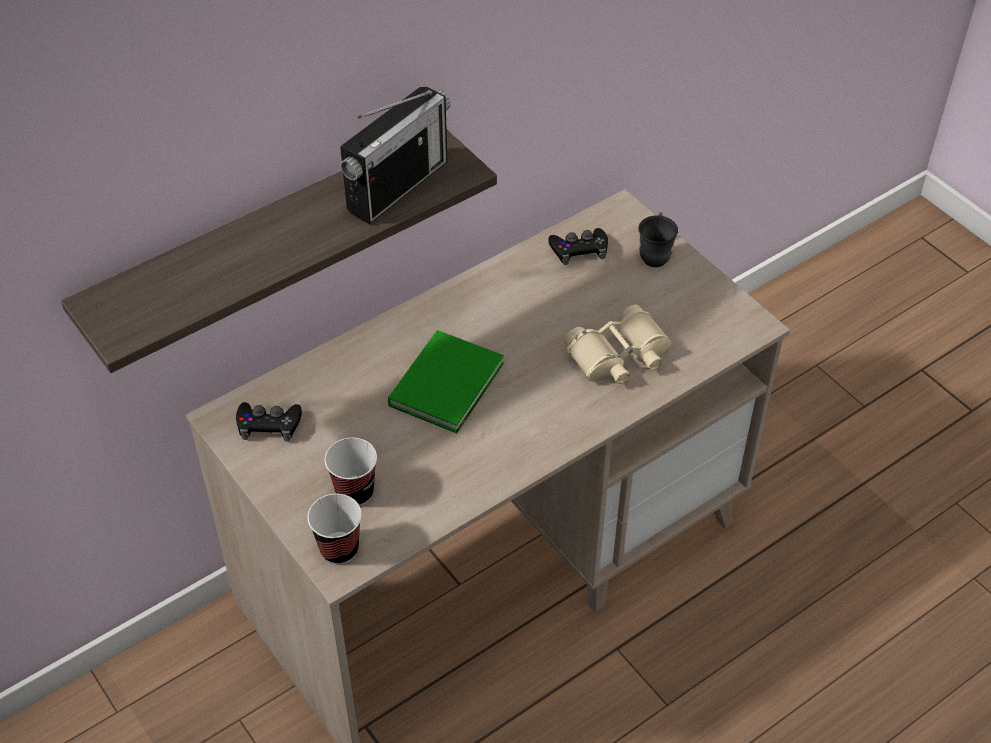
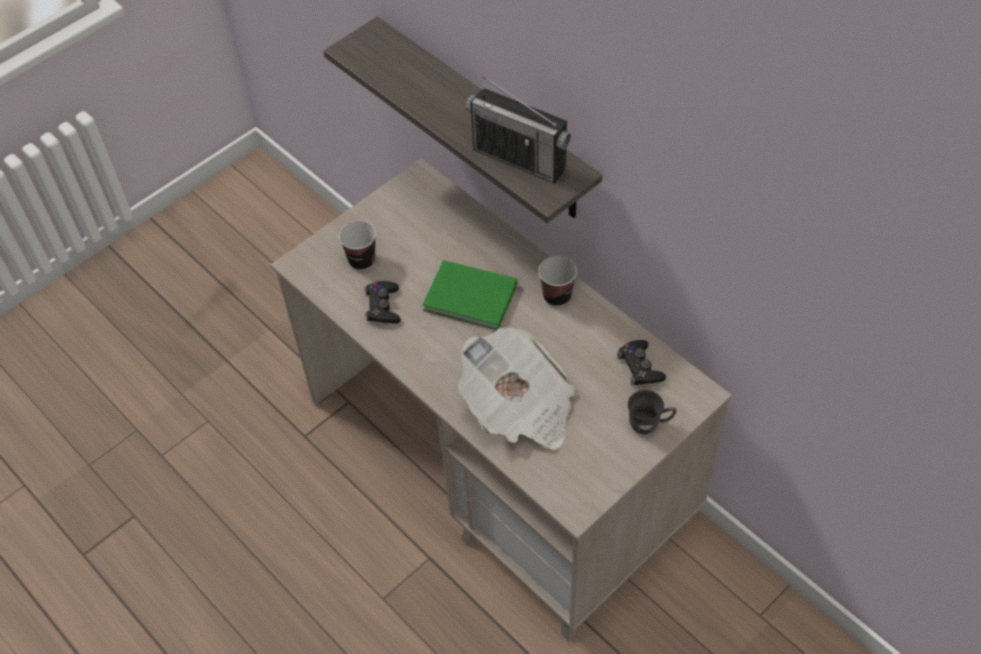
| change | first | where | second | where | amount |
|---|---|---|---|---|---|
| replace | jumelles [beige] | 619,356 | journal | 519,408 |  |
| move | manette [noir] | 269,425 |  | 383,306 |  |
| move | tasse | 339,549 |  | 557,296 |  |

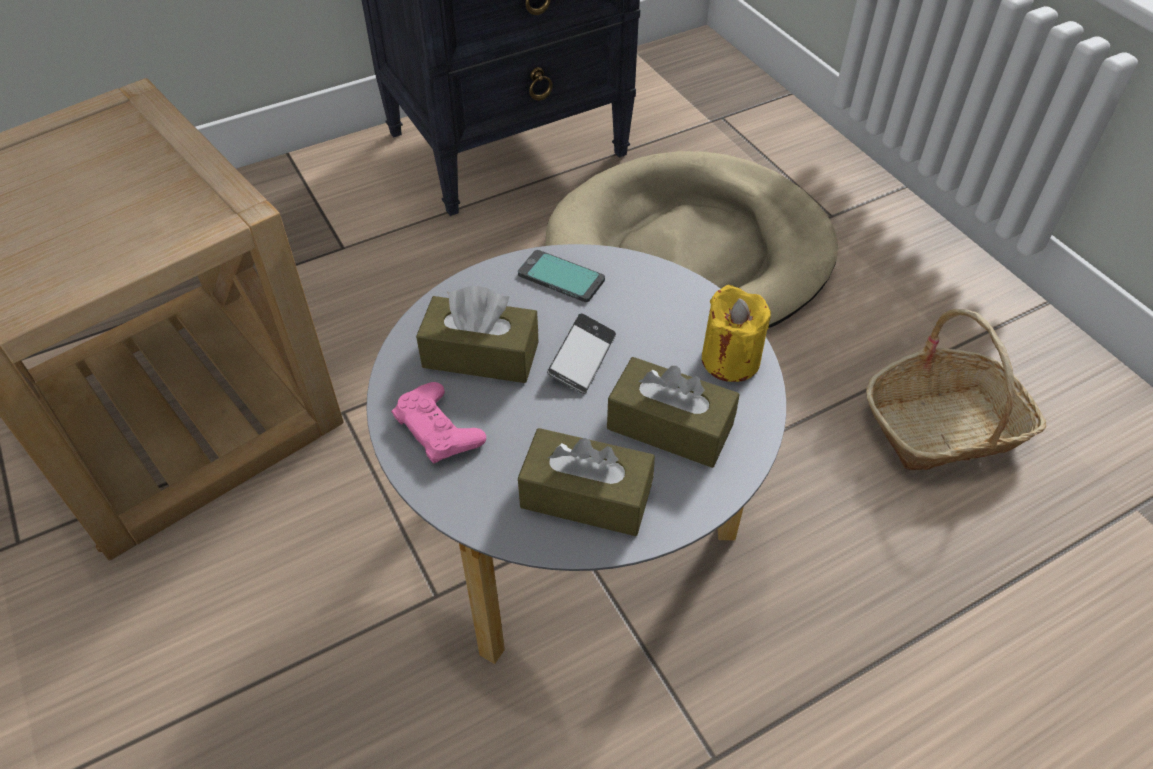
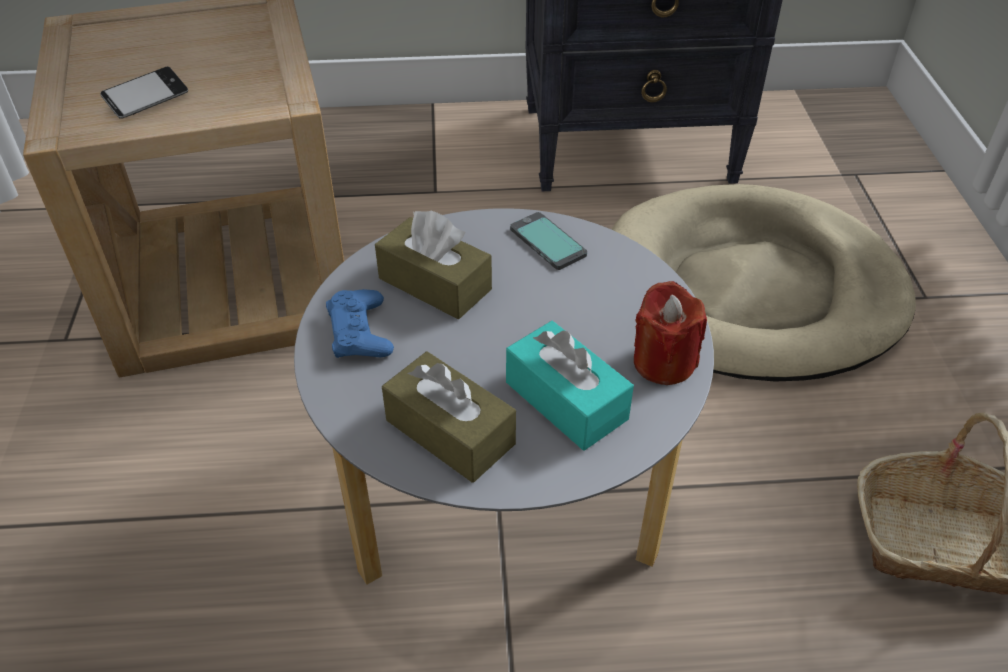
| change | first | where | second | where | amount |
|---|---|---|---|---|---|
| recolor | bougie [jaune] | 730,360 | bougie [rouge] | 663,362 |  |
| move | téléphone | 582,358 |  | 146,99 |  |
| recolor | boîte à mouchoirs [marron] | 670,426 | boîte à mouchoirs [turquoise] | 566,400 |  |
| recolor | manette [rose] | 438,429 | manette [bleu] | 360,332 |  |

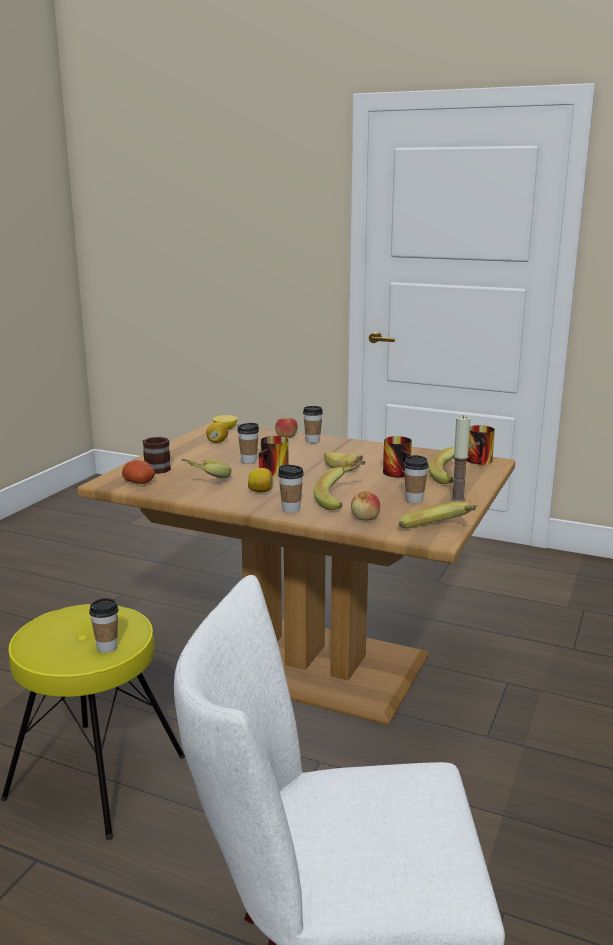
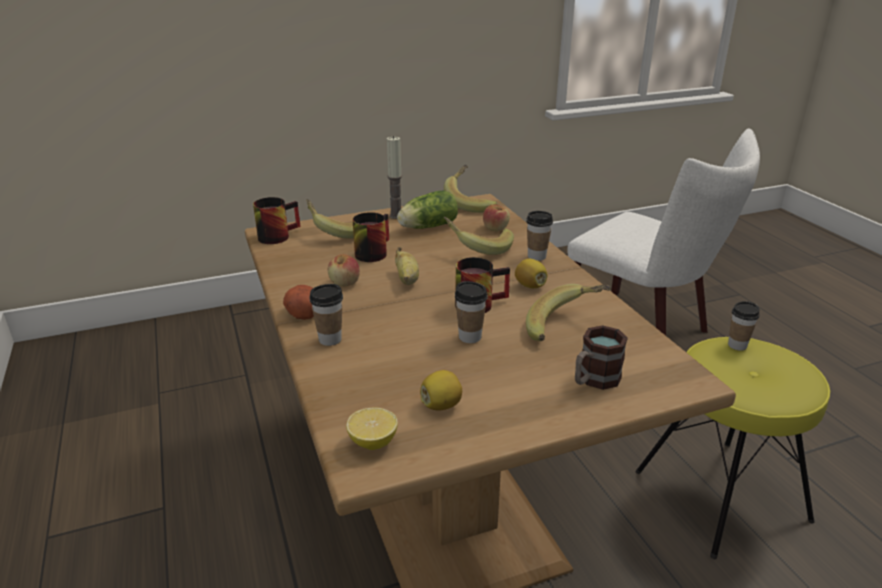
| change | first | where | second | where | amount |
|---|---|---|---|---|---|
| move | pomme | 286,436 |  | 344,283 |  |
| replace | tasse | 414,500 | laitue | 426,227 |  |
| move | pomme de terre | 140,482 |  | 302,312 |  |

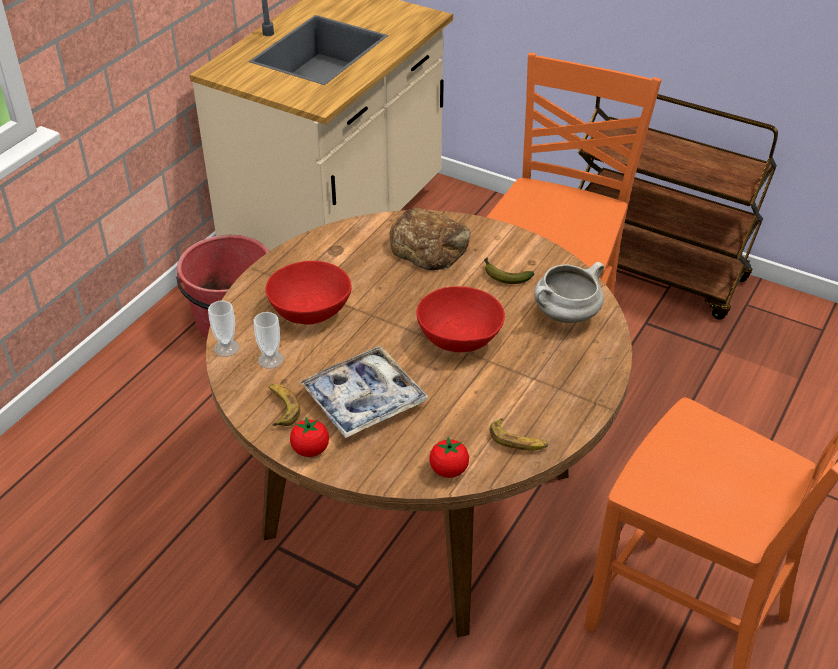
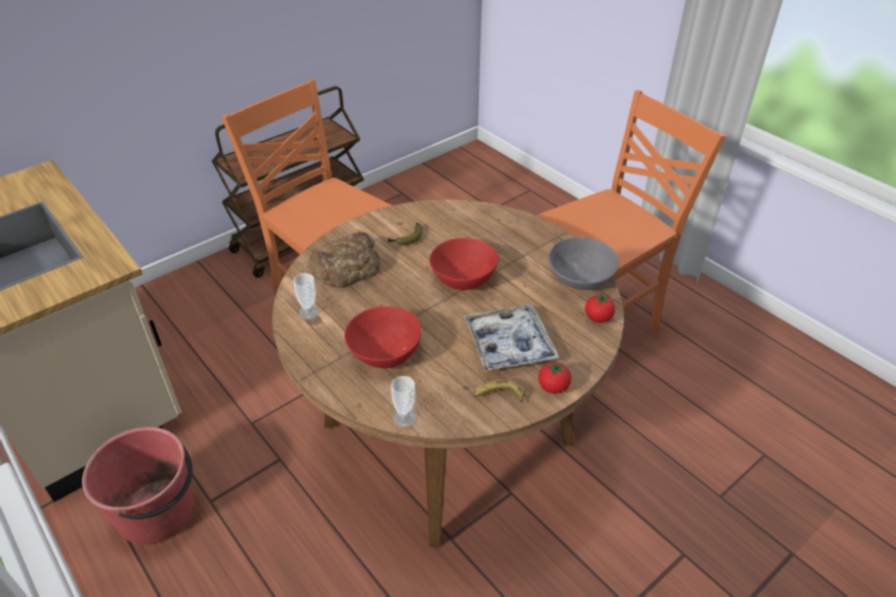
| change | first | where | second | where | amount |
|---|---|---|---|---|---|
| delete | marmite [blanc] | 566,315 |  |  |  |
| move | tasse | 270,359 |  | 309,312 |  |
| replace | banane | 518,441 | bol [gris] | 580,279 |  |

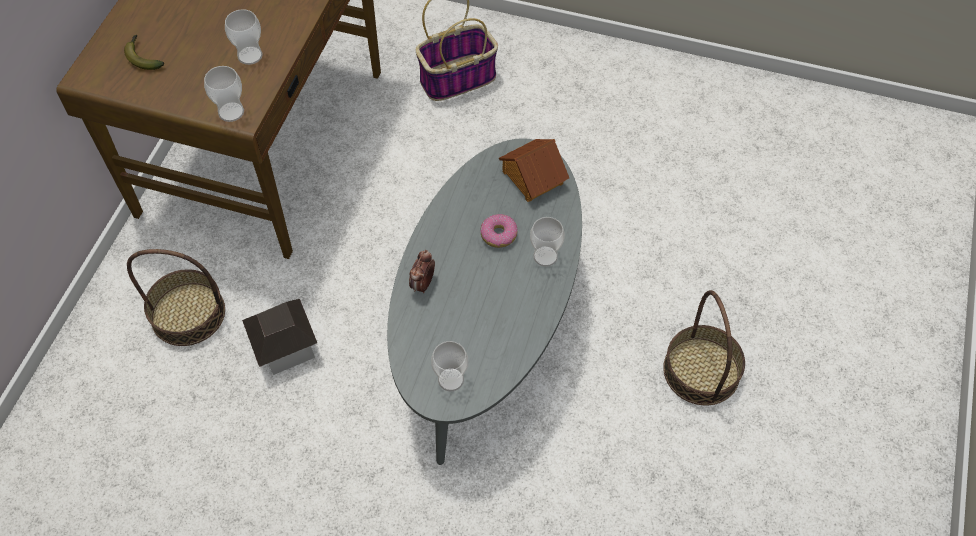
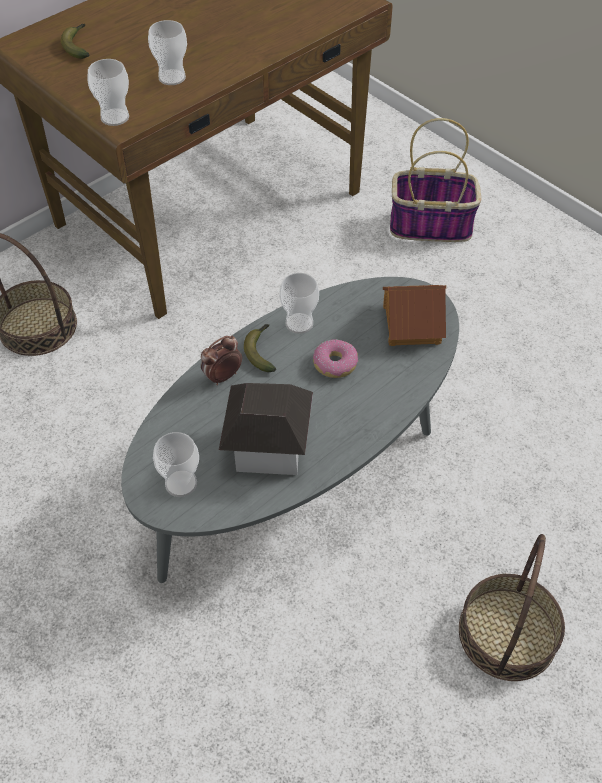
| change | first | where | second | where | amount |
|---|---|---|---|---|---|
| move | tasse | 545,256 |  | 299,323 |  |
| move | maison miniature | 285,348 |  | 268,446 |  |
| insert |  |  | banane | 261,351 |  |

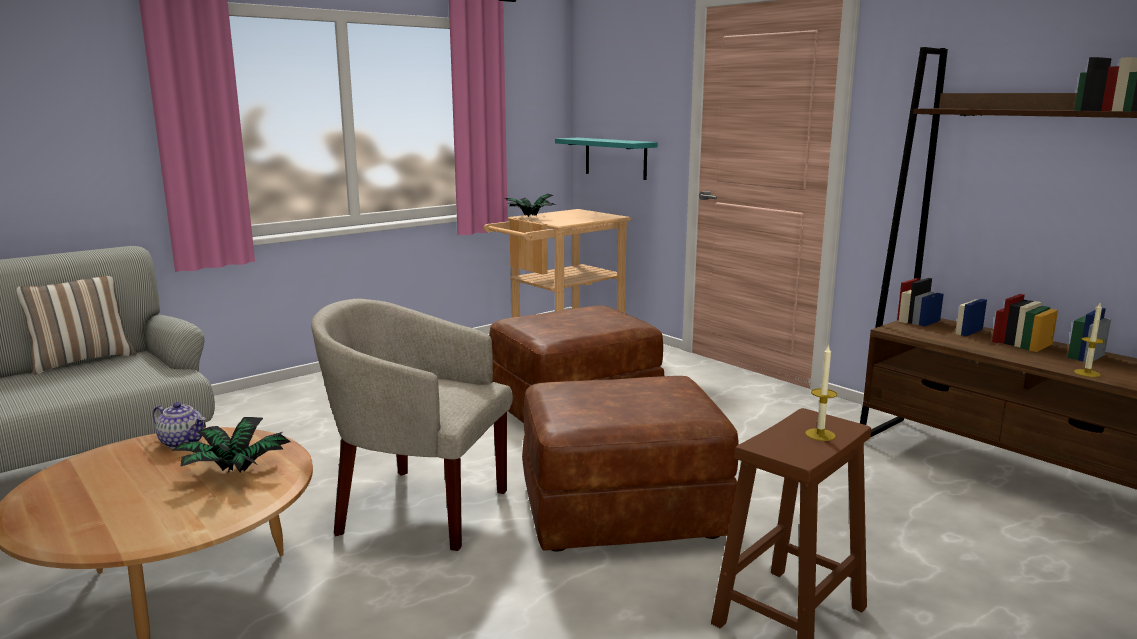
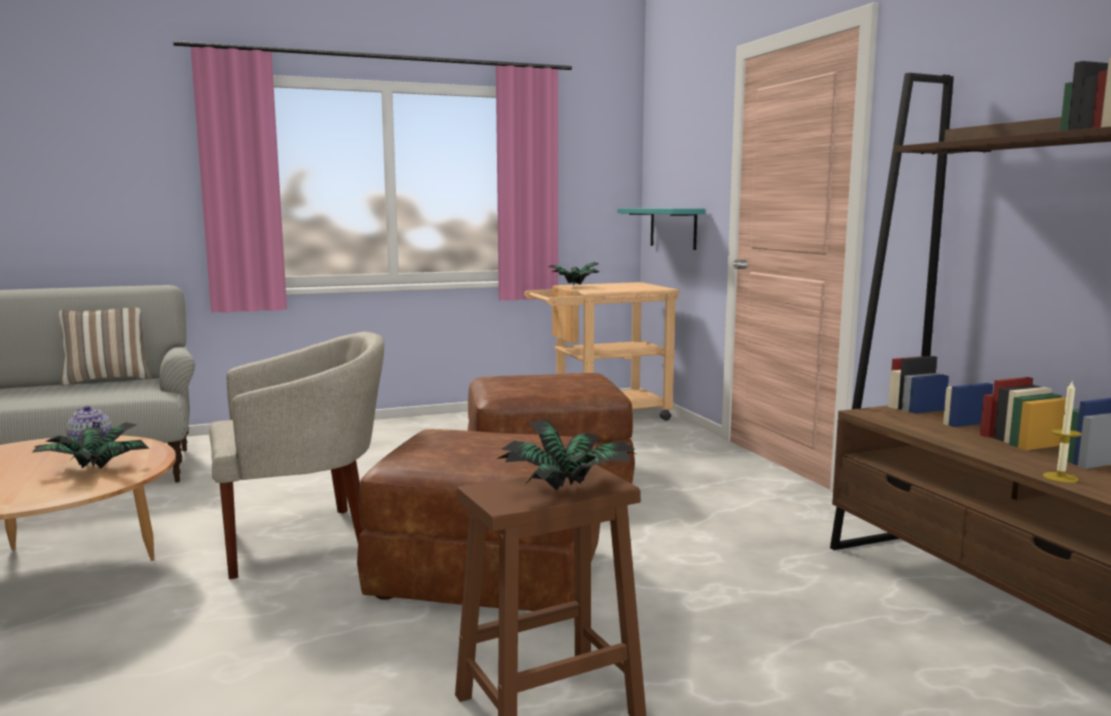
| change | first | where | second | where | amount |
|---|---|---|---|---|---|
| rotate | fauteuil [beige] | 417,508 |  | 303,541 | 120 degrees clockwise |
| replace | bougie | 820,435 | plante en pot | 567,488 |  |

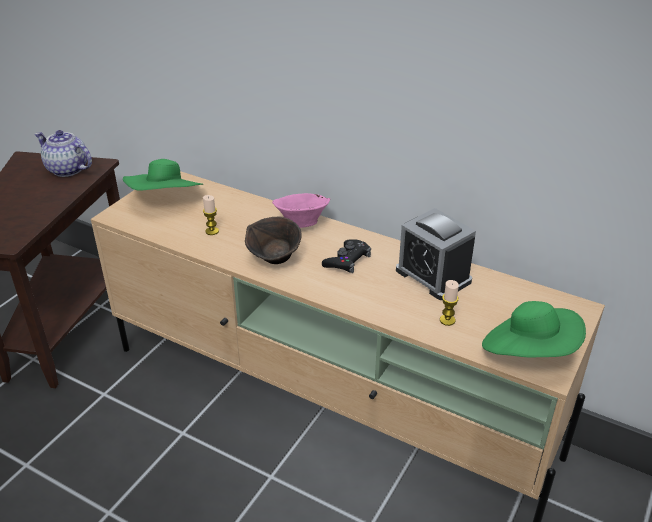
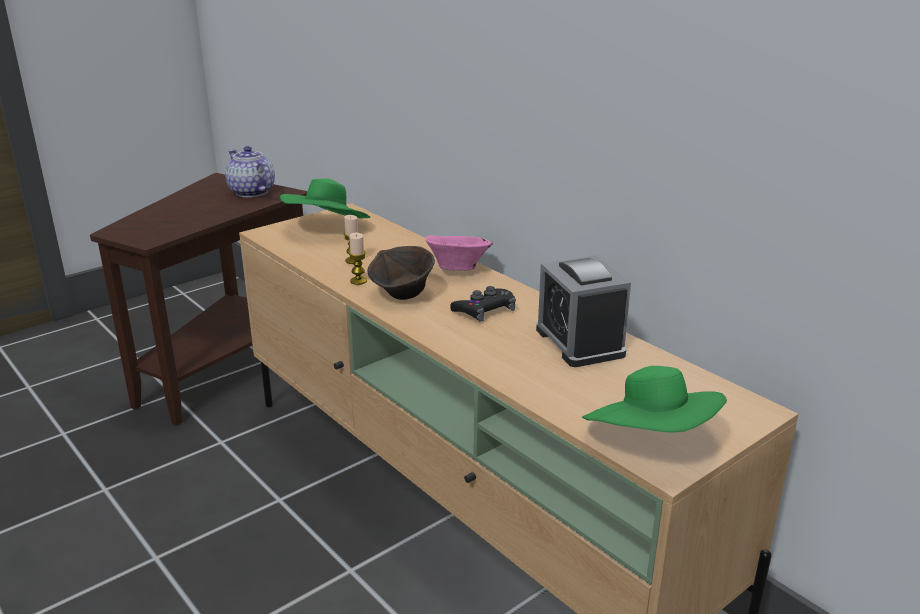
| change | first | where | second | where | amount |
|---|---|---|---|---|---|
| move | bougie | 447,320 |  | 358,281 |  |

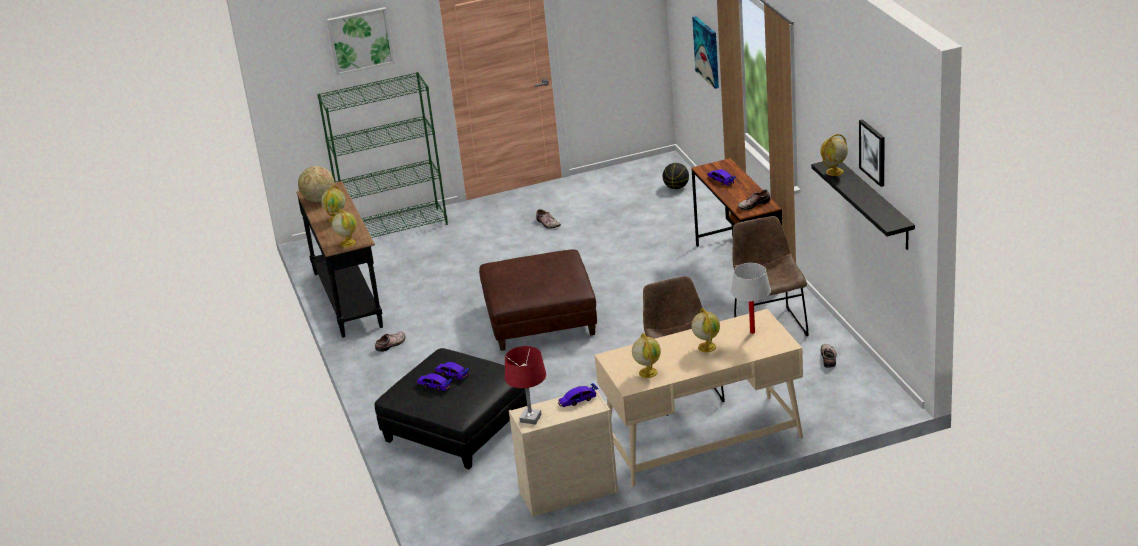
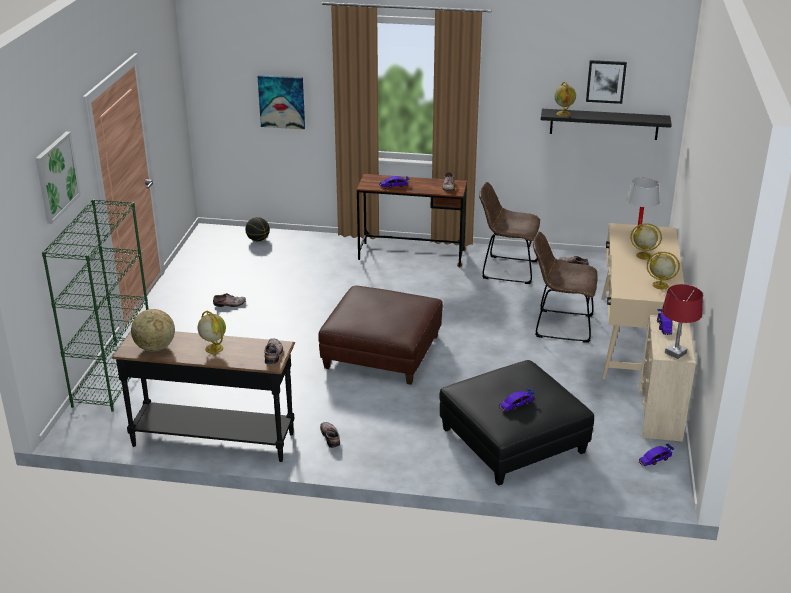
| change | first | where | second | where | amount |
|---|---|---|---|---|---|
| replace | globe | 347,243 | chaussure | 274,354 |  |
| move | petite voiture | 452,374 |  | 655,459 |  |

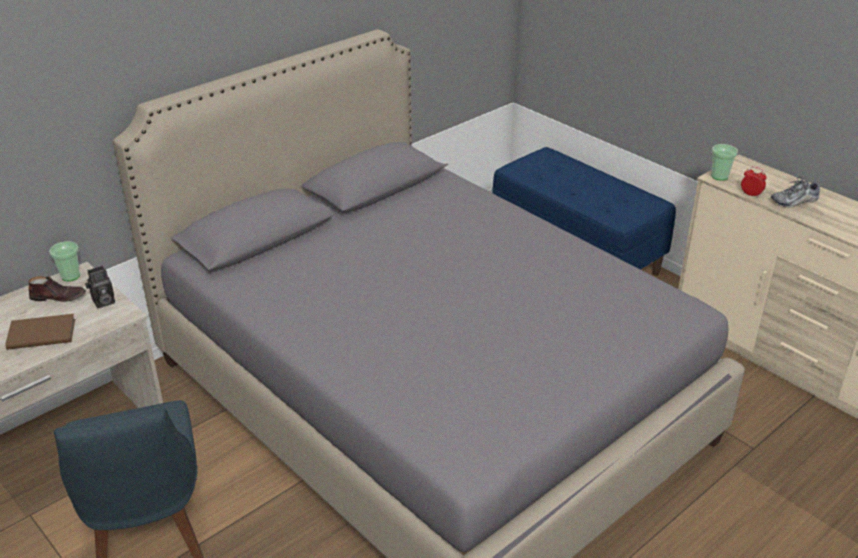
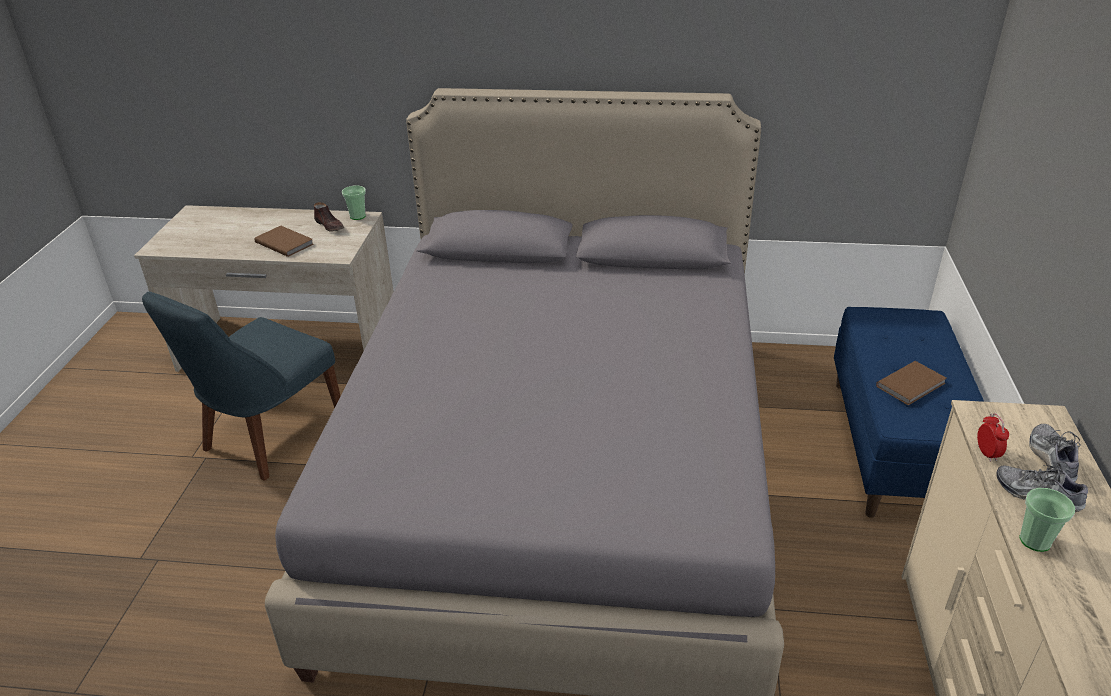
| change | first | where | second | where | amount |
|---|---|---|---|---|---|
| move | tasse | 719,176 |  | 1035,540 |  |
| delete | appareil photo | 103,302 |  |  |  |
| insert |  |  | livre [marron] | 912,385 |  |
| insert |  |  | chaussure | 1051,459 |  |

